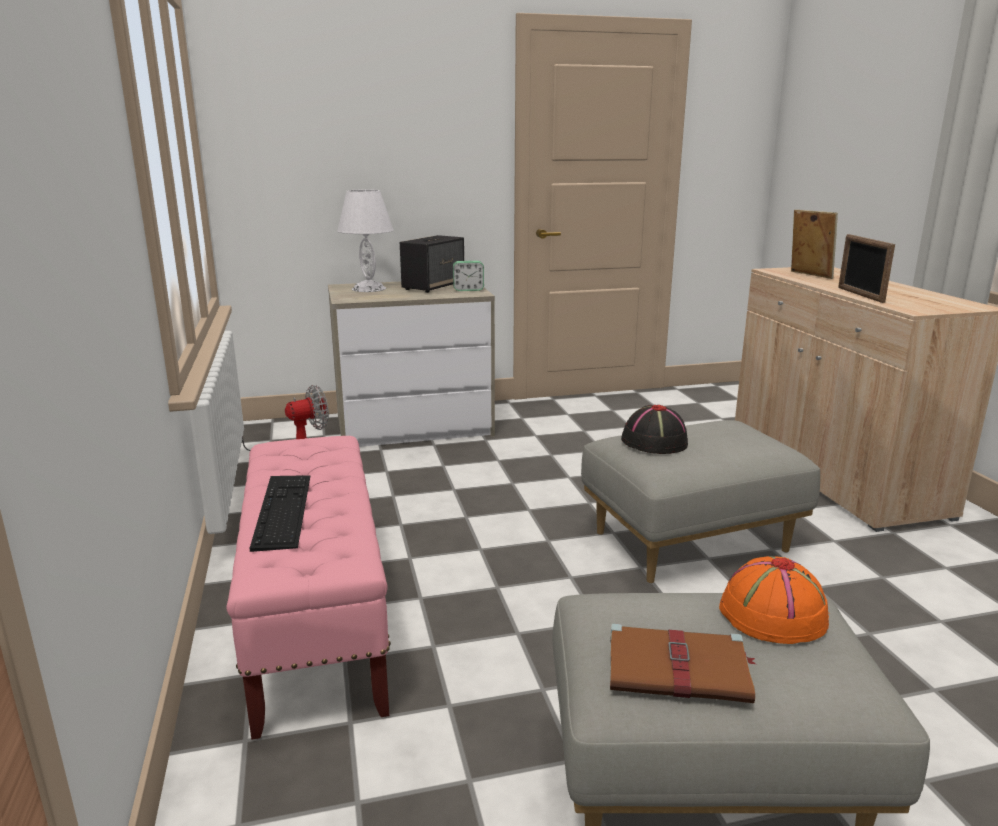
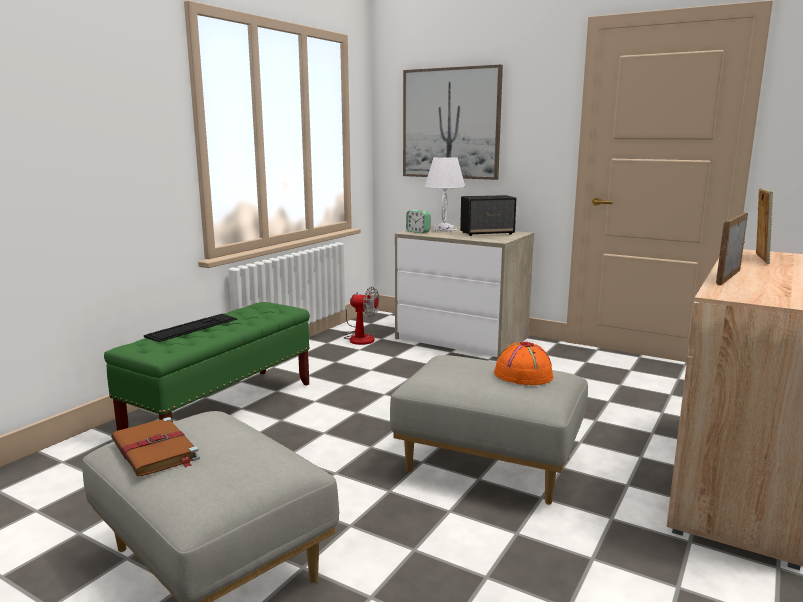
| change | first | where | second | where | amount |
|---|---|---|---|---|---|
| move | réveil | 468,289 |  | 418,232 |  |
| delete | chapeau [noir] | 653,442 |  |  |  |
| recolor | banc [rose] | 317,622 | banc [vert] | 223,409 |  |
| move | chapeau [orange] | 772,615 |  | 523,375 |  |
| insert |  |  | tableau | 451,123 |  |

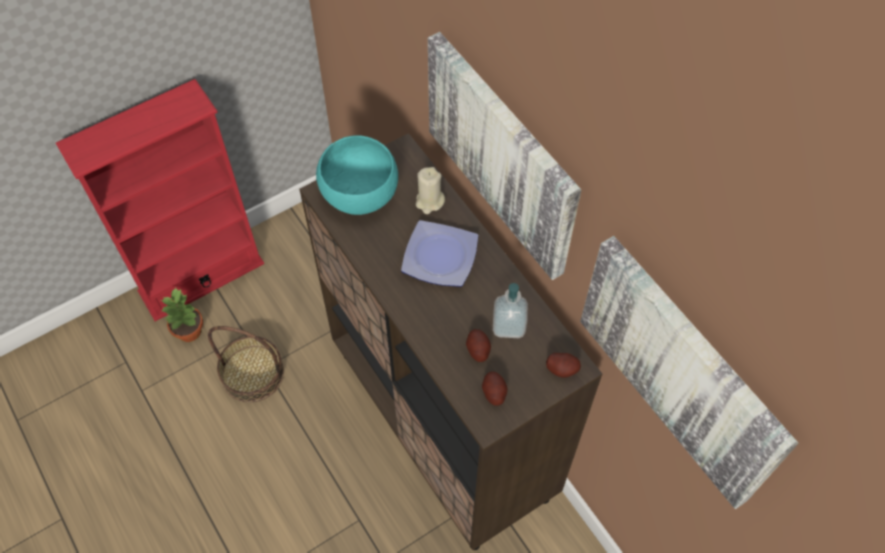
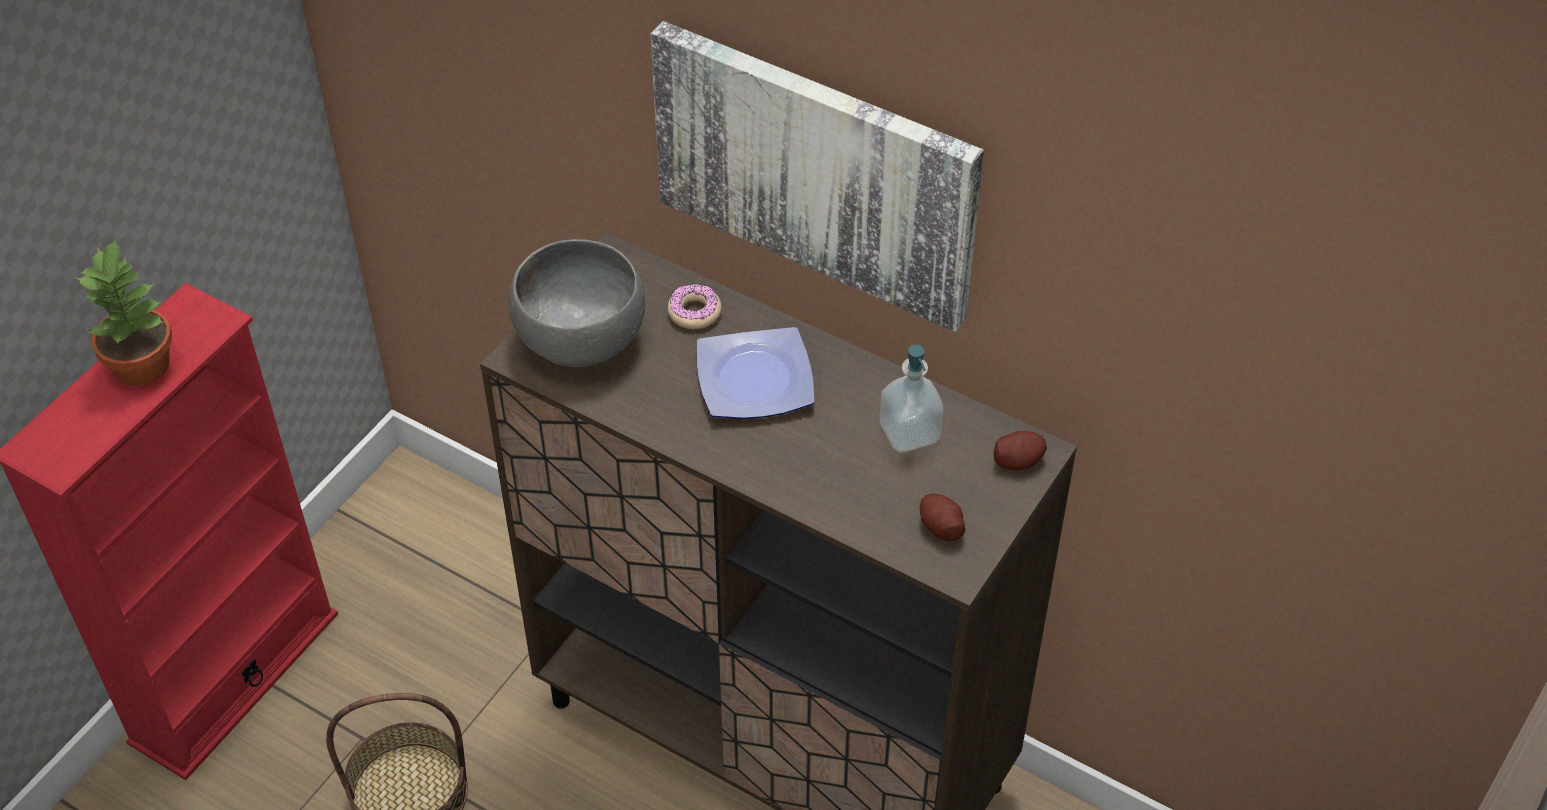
| change | first | where | second | where | amount |
|---|---|---|---|---|---|
| recolor | bol [turquoise] | 360,193 | bol [gris] | 580,337 |  |
| replace | bougie [beige] | 429,201 | beignet | 694,312 |  |
| delete | tableau | 681,370 |  |  |  |
| move | plante en pot | 190,331 |  | 144,365 |  |
| delete | pomme de terre | 478,350 |  |  |  |

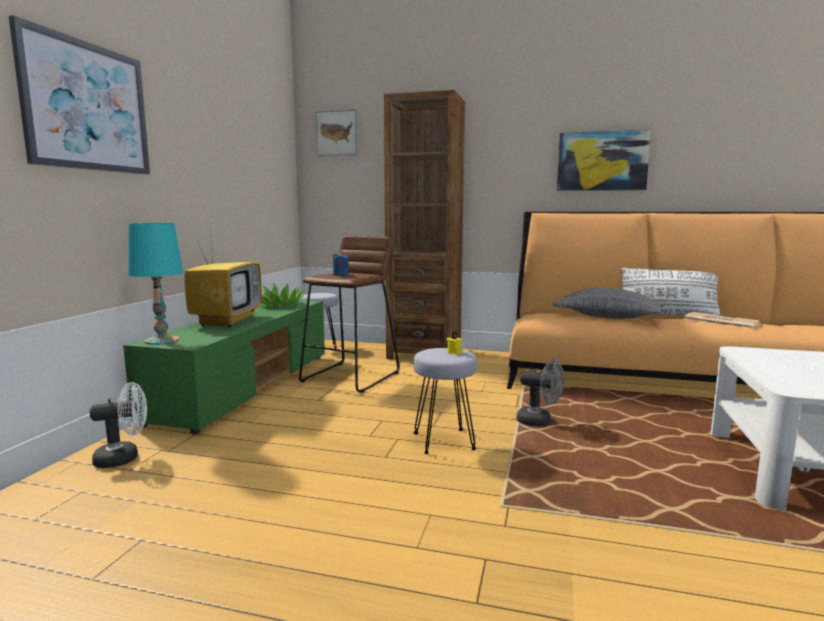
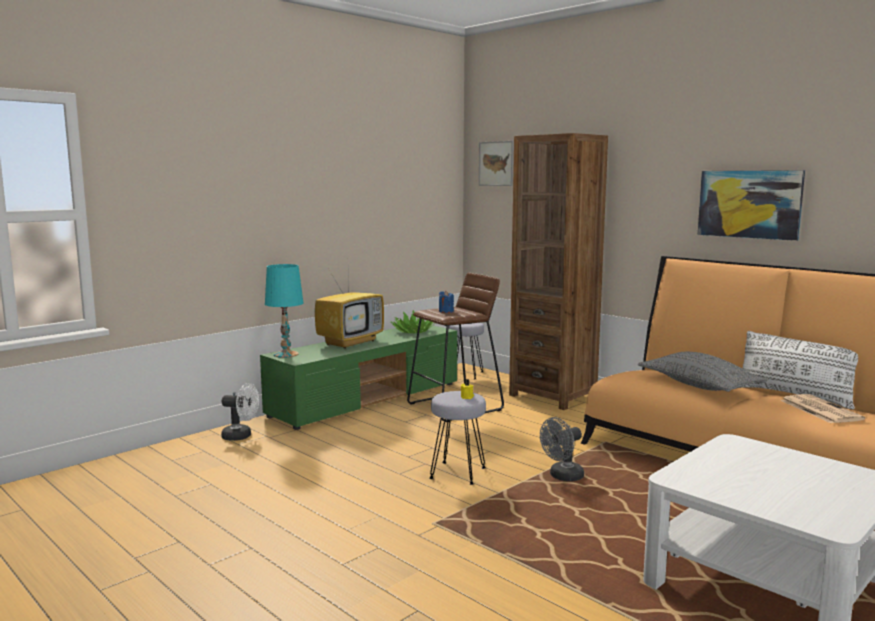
| change | first | where | second | where | amount |
|---|---|---|---|---|---|
| delete | tableau | 87,107 |  |  |  |
| rotate | ventilateur [gris] | 539,422 |  | 562,477 | 90 degrees clockwise |

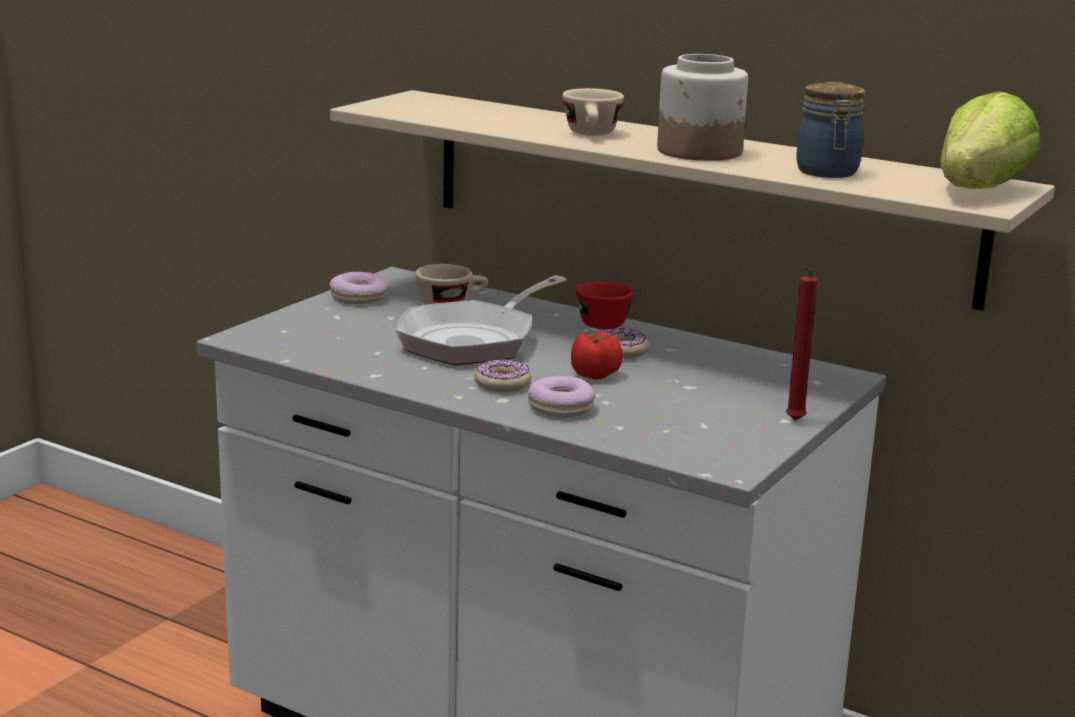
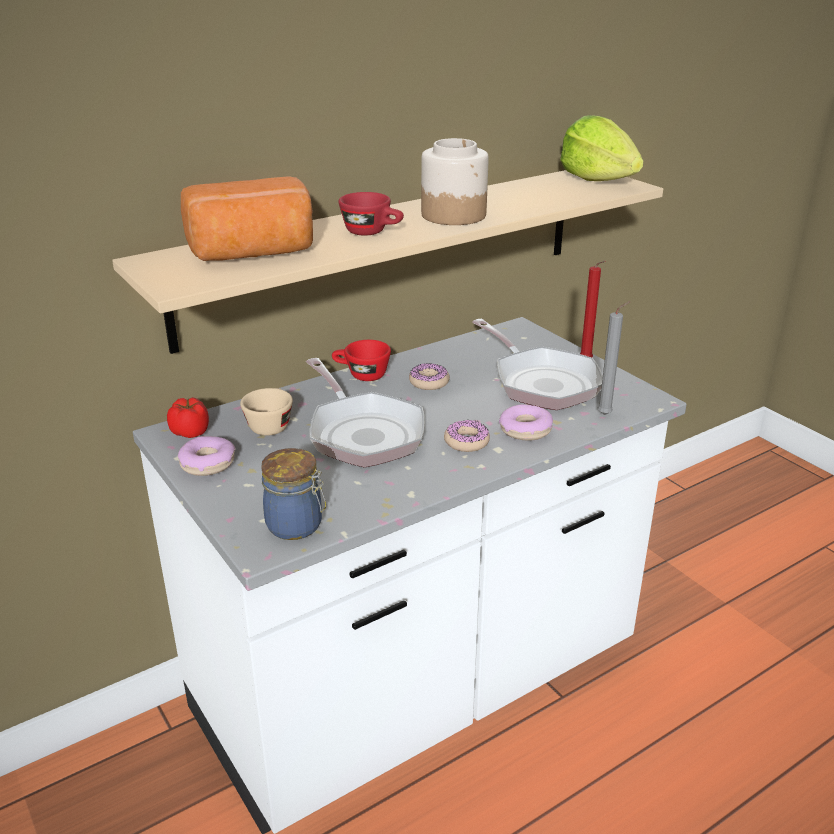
| change | first | where | second | where | amount |
|---|---|---|---|---|---|
| move | bocal | 827,172 |  | 296,526 |  |
| recolor | tasse [beige] | 592,135 | tasse [rouge] | 372,232 |  |
| move | tomate | 596,375 |  | 191,432 |  |
| insert |  |  | pain | 253,253 |  |
| insert |  |  | bougie [gris] | 606,414 |  |
| insert |  |  | poêle | 541,382 |  |

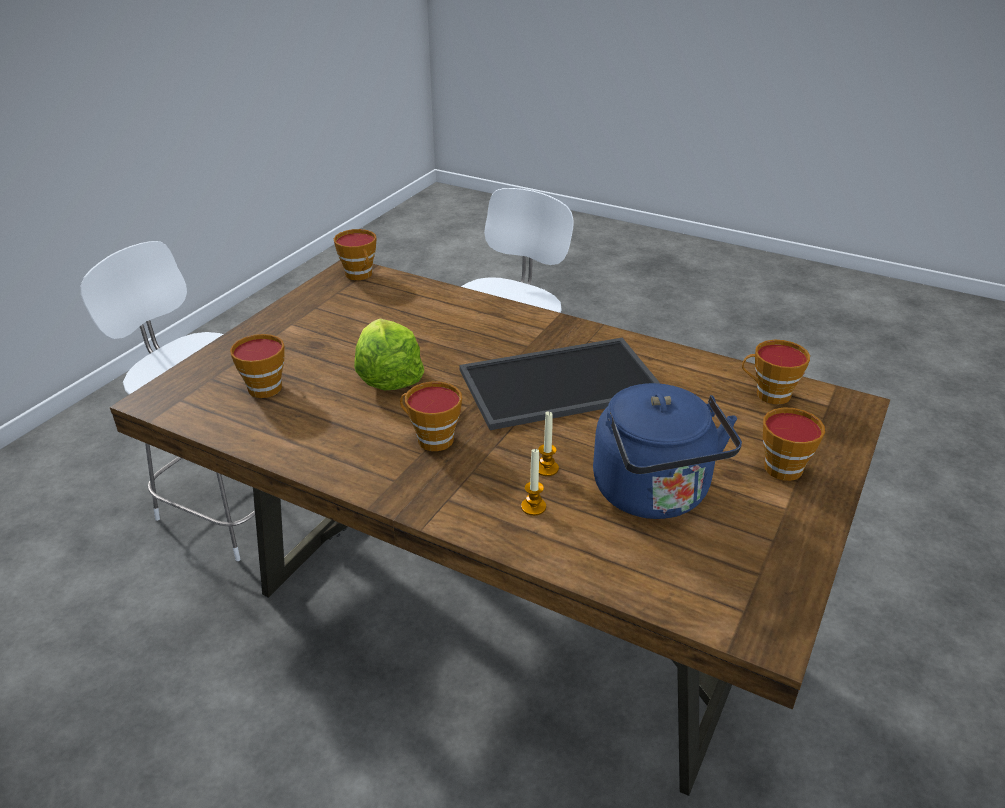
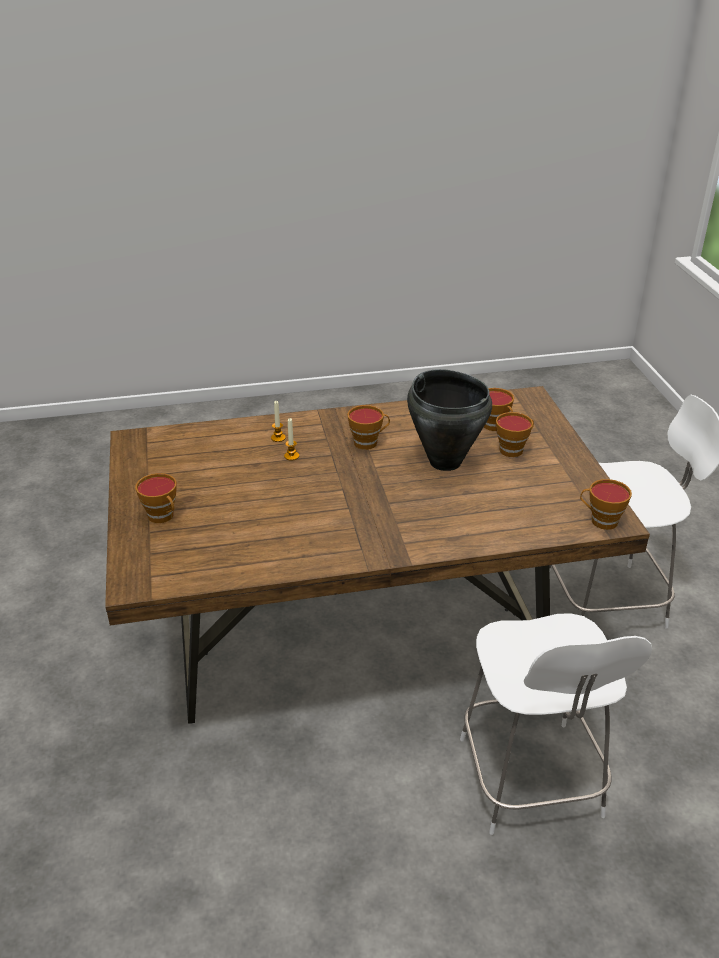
| change | first | where | second | where | amount |
|---|---|---|---|---|---|
| replace | laitue | 388,376 | marmite [noir] | 445,461 |  |
| delete | plateau | 559,385 |  |  |  |
| move | tasse | 768,394 |  | 513,449 |  |
| delete | bouilloire [bleu] | 655,495 |  |  |  |

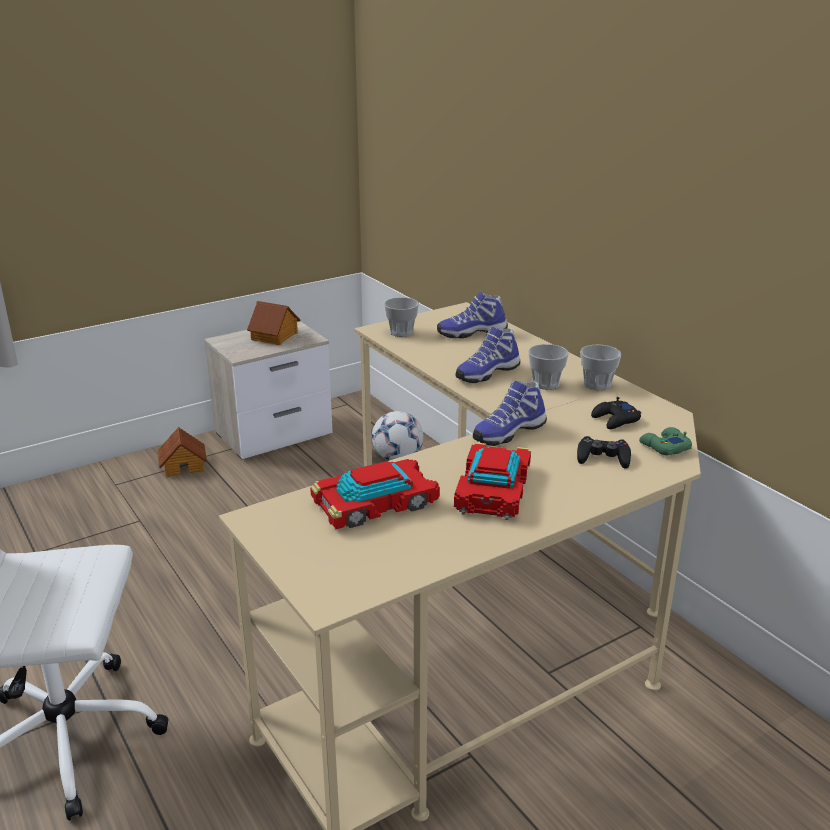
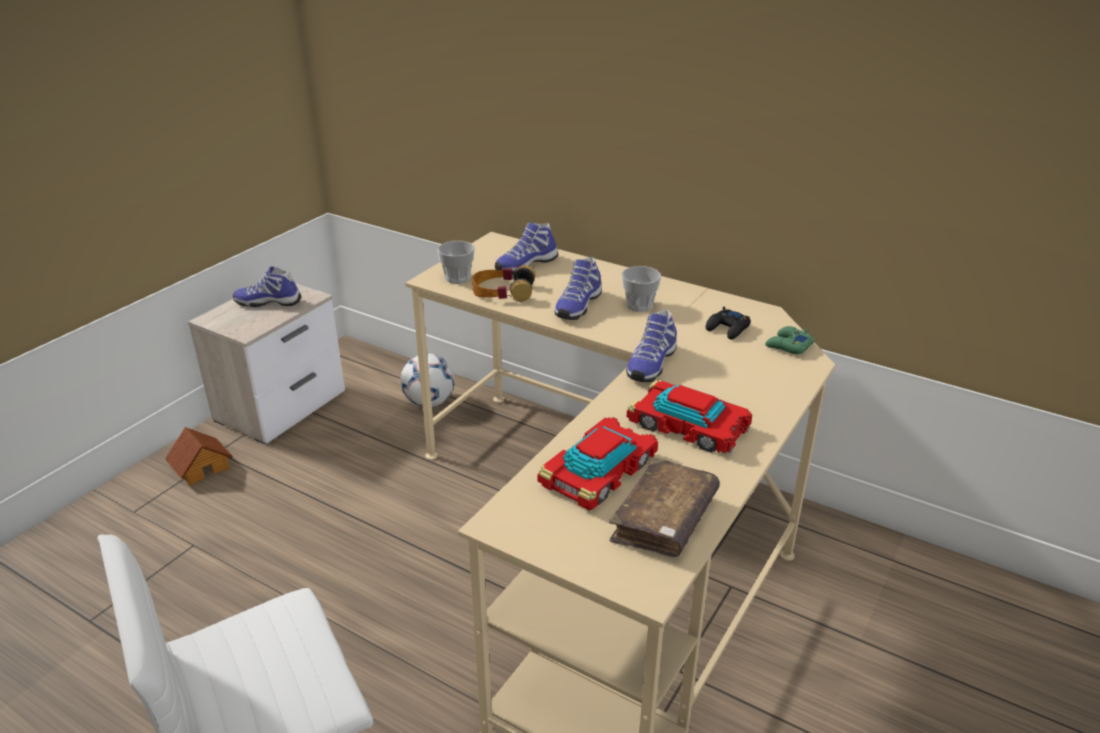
| change | first | where | second | where | amount |
|---|---|---|---|---|---|
| replace | maison miniature | 275,336 | chaussure | 269,302 |  |
| delete | tasse | 597,384 |  |  |  |
| delete | manette [noir] | 603,457 |  |  |  |
| rotate | petite voiture | 492,489 |  | 687,426 | 45 degrees counterclockwise |
| insert |  |  | casque audio | 503,292 |  |
| insert |  |  | livre [marron] | 664,520 |  |

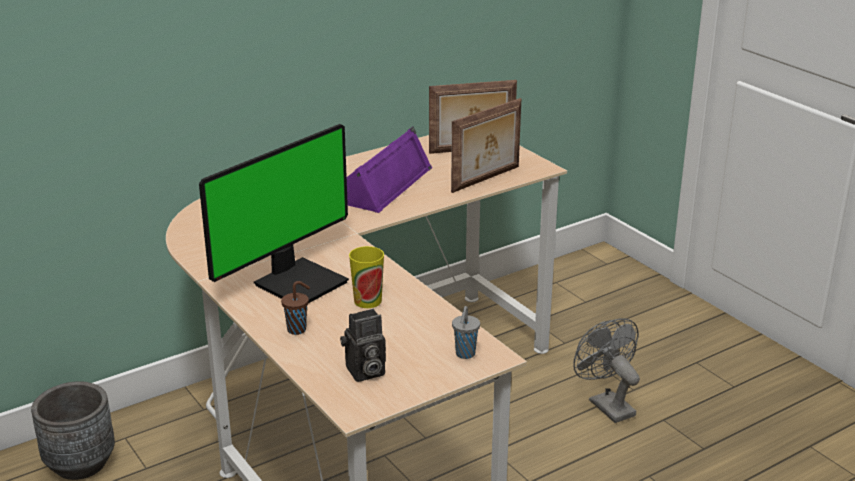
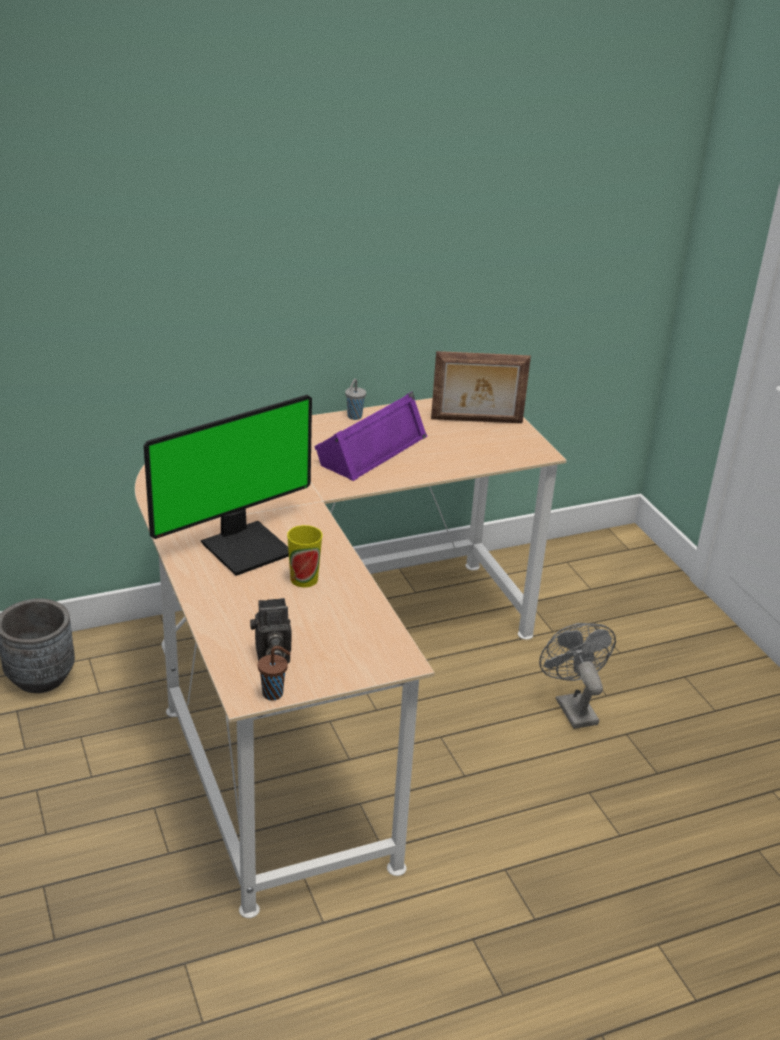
| change | first | where | second | where | amount |
|---|---|---|---|---|---|
| delete | cadre photo | 486,179 |  |  |  |
| move | tasse [marron] | 298,329 |  | 274,694 |  |
| move | tasse [gris] | 465,354 |  | 354,417 |  |

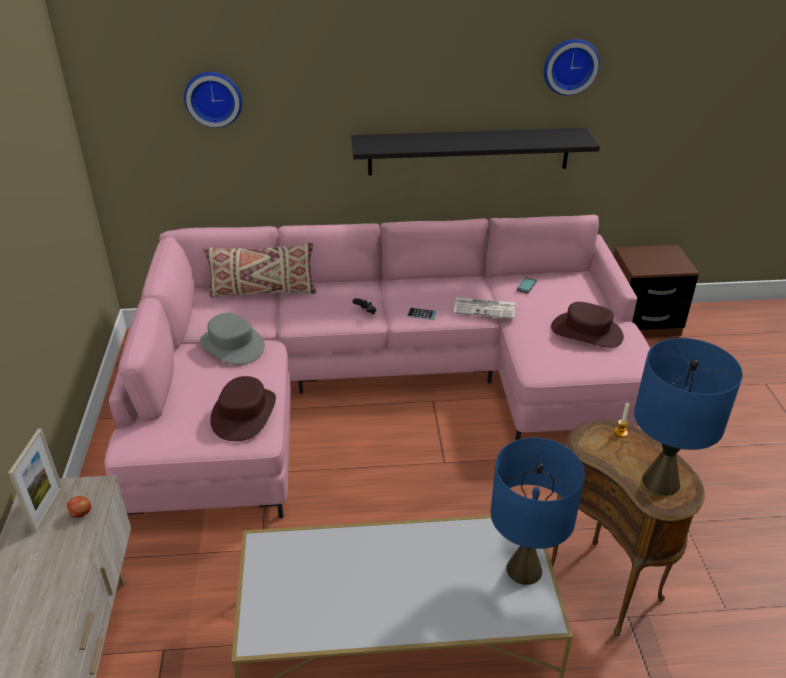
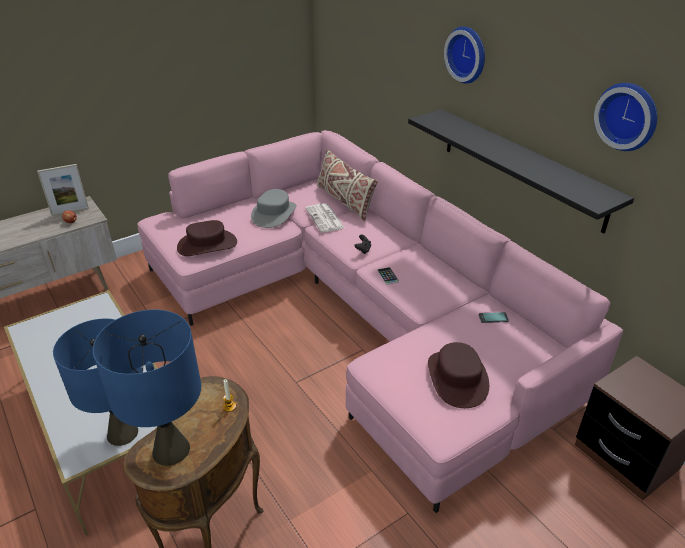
| change | first | where | second | where | amount |
|---|---|---|---|---|---|
| move | horloge murale | 213,98 |  | 468,54 |  |
| move | journal | 485,308 |  | 325,219 |  |

